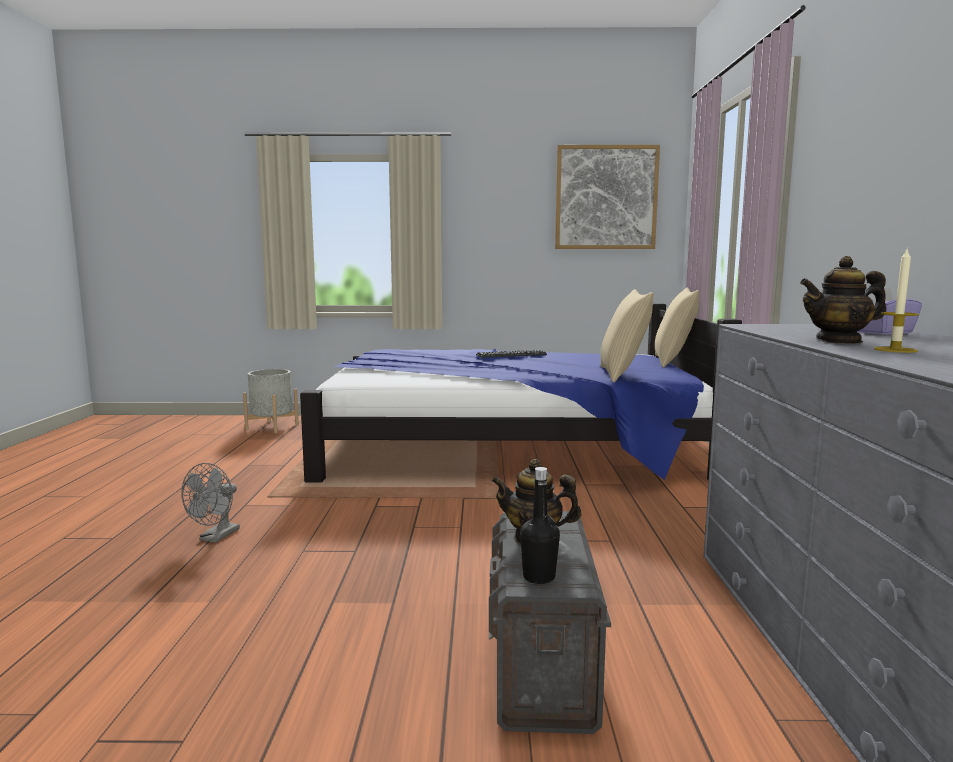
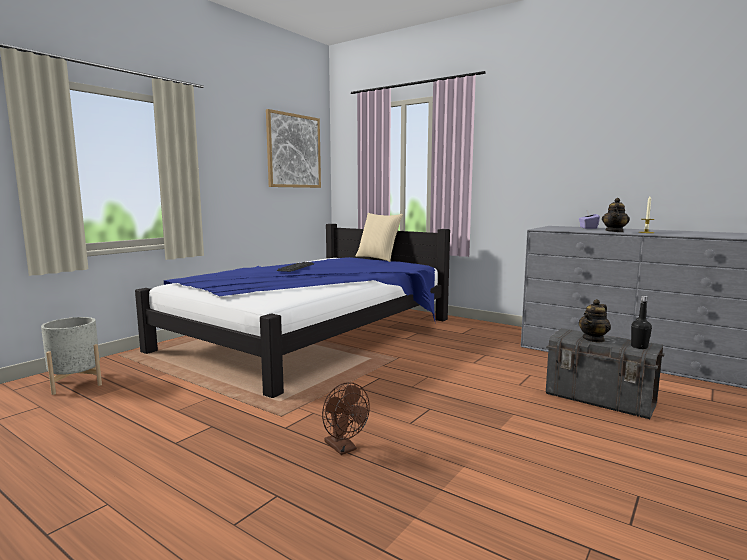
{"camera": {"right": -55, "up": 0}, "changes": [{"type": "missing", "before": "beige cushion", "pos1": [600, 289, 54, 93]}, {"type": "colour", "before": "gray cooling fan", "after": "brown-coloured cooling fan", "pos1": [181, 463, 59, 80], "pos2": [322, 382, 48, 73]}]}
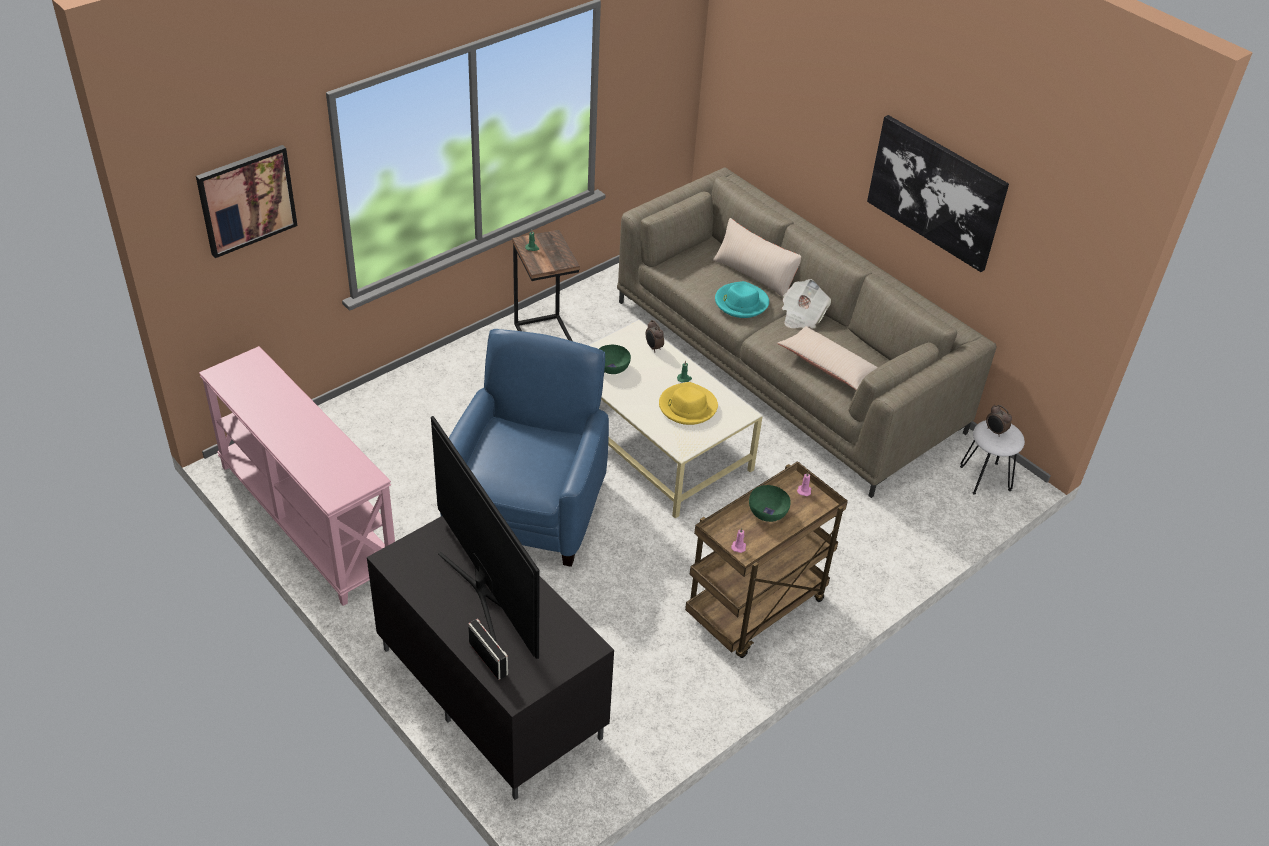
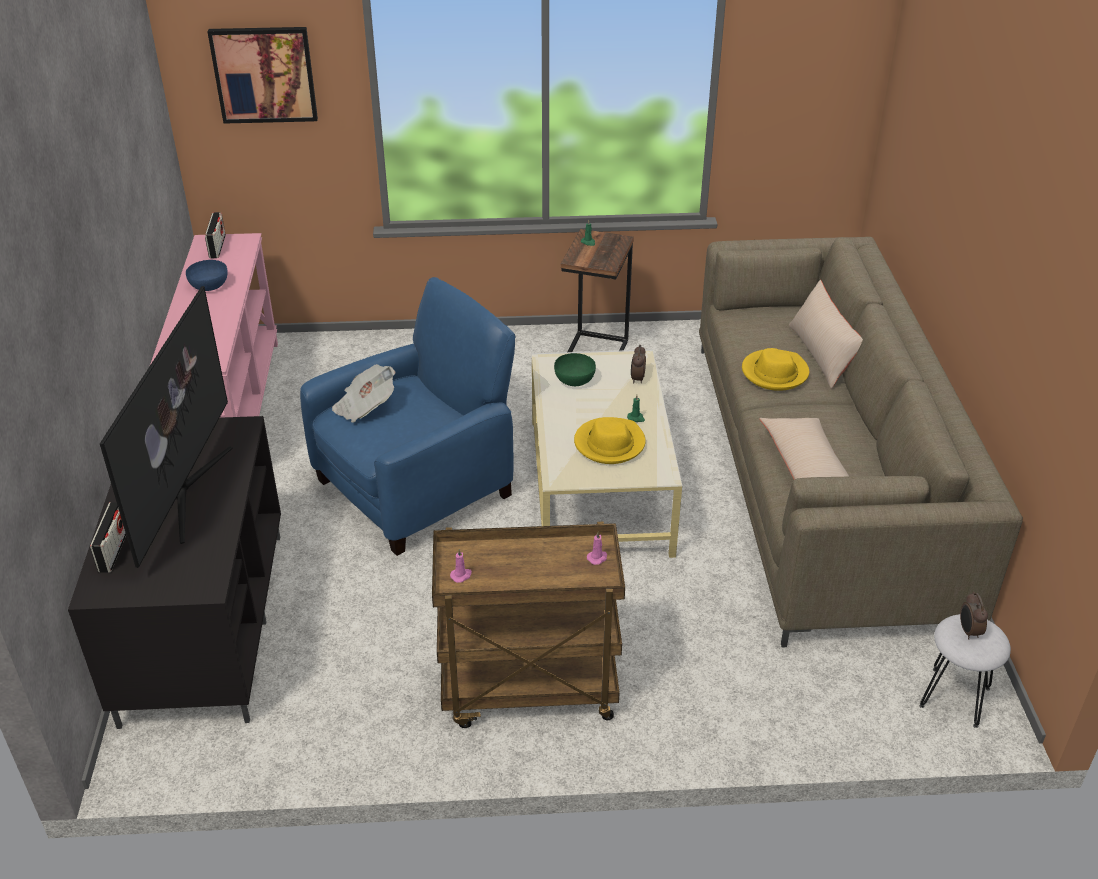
{"camera": {"right": 40, "up": -5}, "changes": [{"type": "missing", "before": "wall picture", "pos1": [867, 115, 142, 157]}, {"type": "relocated", "before": "daily paper", "pos1": [782, 279, 49, 50], "pos2": [332, 364, 64, 59]}, {"type": "colour", "before": "turquoise-coloured wearable hat", "after": "yellow-coloured wearable hat", "pos1": [715, 281, 54, 37], "pos2": [742, 348, 67, 43]}, {"type": "missing", "before": "greenish serving bowl", "pos1": [749, 485, 42, 37]}, {"type": "appeared", "after": "radio set", "pos2": [205, 212, 21, 46]}, {"type": "appeared", "after": "blue-coloured serving bowl", "pos2": [186, 260, 42, 31]}]}
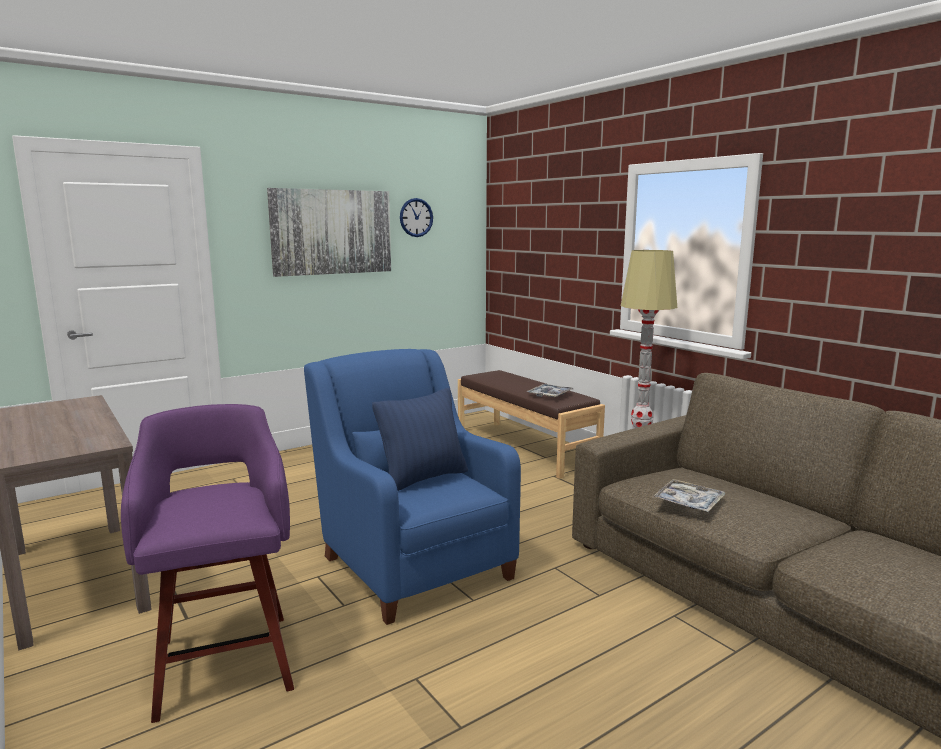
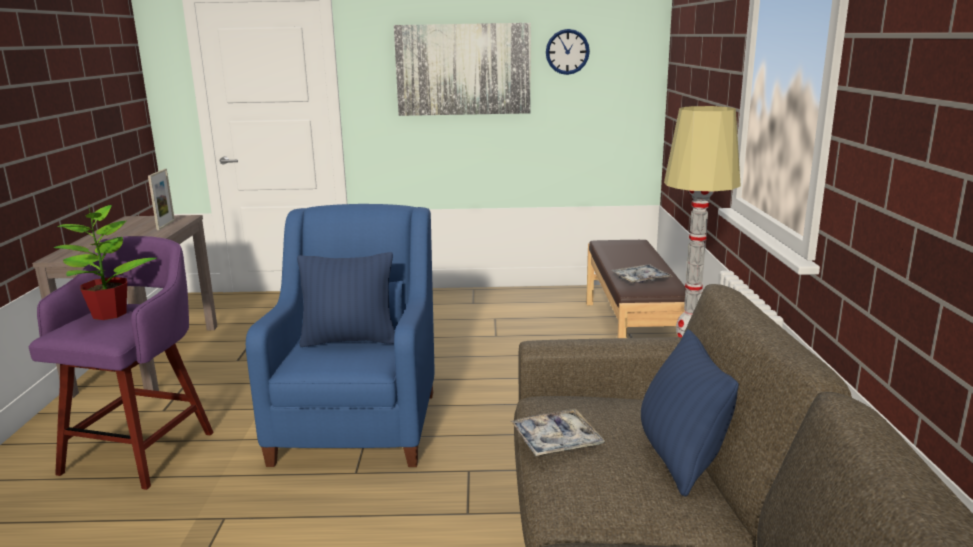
{"camera": {"right": 35, "up": 5}, "changes": [{"type": "appeared", "after": "photo frame", "pos2": [148, 169, 27, 61]}, {"type": "appeared", "after": "houseplant", "pos2": [54, 205, 103, 115]}, {"type": "appeared", "after": "blue-coloured cushion", "pos2": [641, 329, 98, 168]}]}
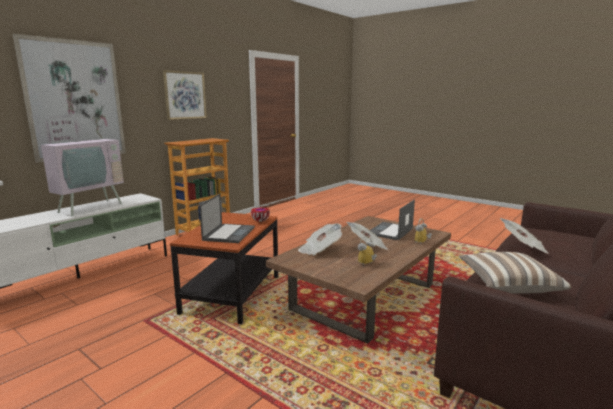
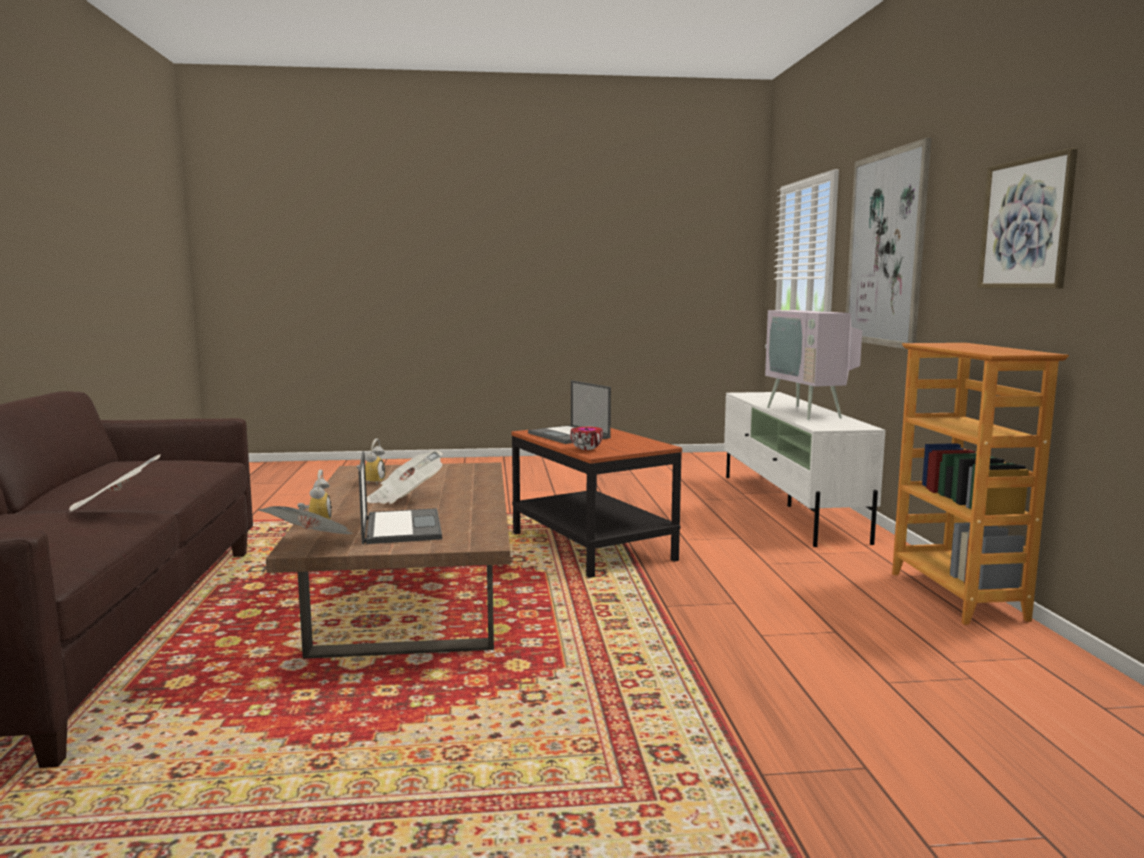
{"camera": {"right": 135, "up": -5}, "changes": [{"type": "relocated", "before": "daily paper", "pos1": [298, 223, 44, 33], "pos2": [258, 506, 95, 28]}, {"type": "missing", "before": "cushion", "pos1": [459, 252, 113, 42]}]}
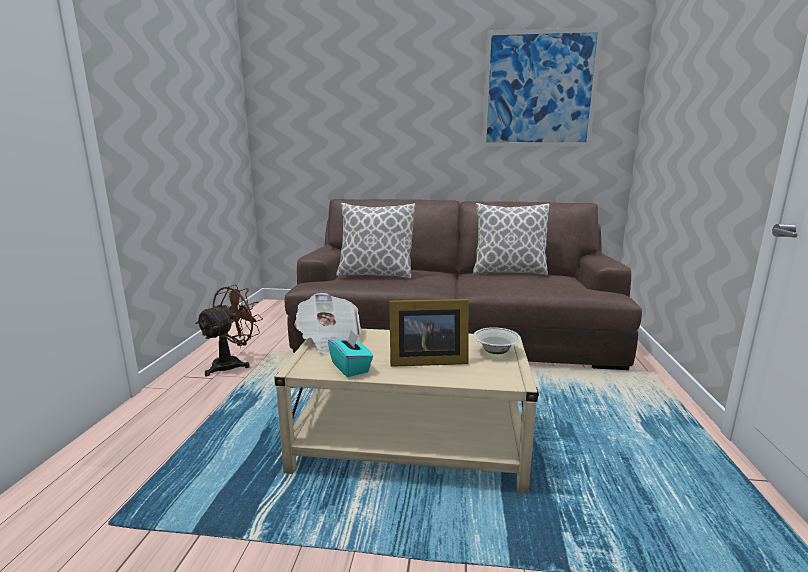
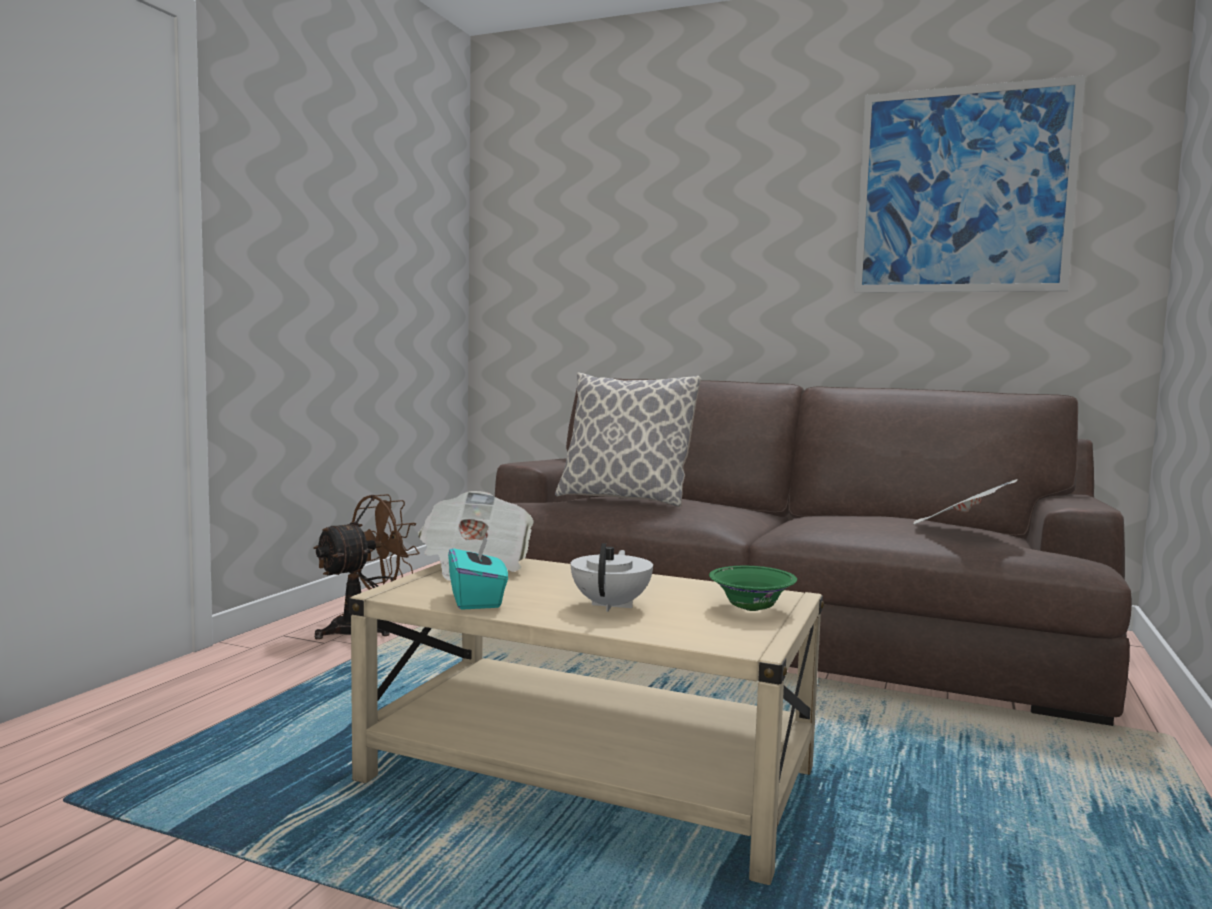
{"camera": {"right": 15, "up": -10}, "changes": [{"type": "missing", "before": "cushion", "pos1": [473, 203, 76, 72]}, {"type": "exchanged", "before": "photo frame", "after": "whitish pot for tea", "pos1": [389, 299, 80, 68], "pos2": [571, 543, 82, 69]}, {"type": "colour", "before": "whitish serving bowl", "after": "greenish serving bowl", "pos1": [474, 327, 47, 27], "pos2": [709, 566, 88, 45]}, {"type": "appeared", "after": "daily paper", "pos2": [913, 479, 105, 46]}]}
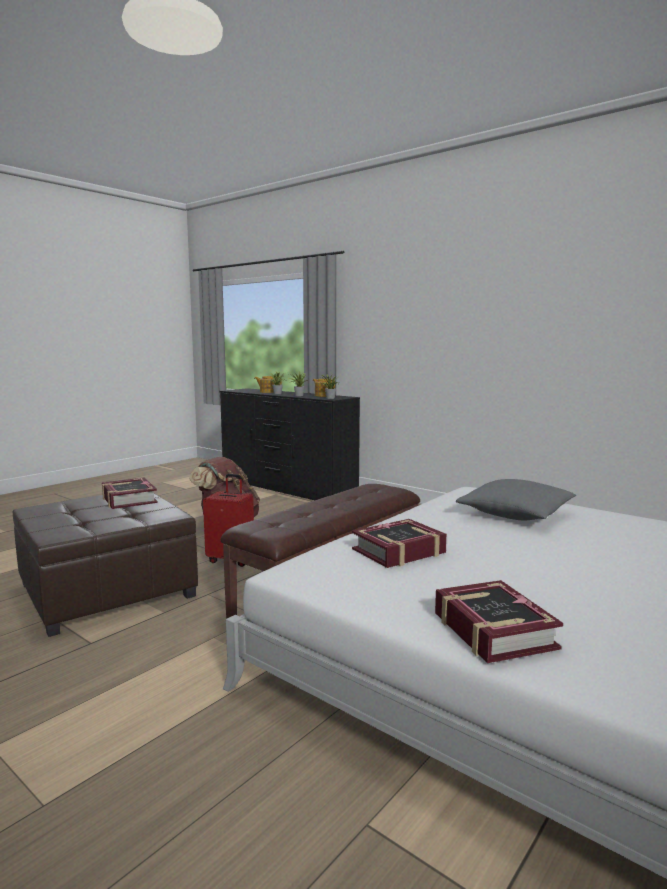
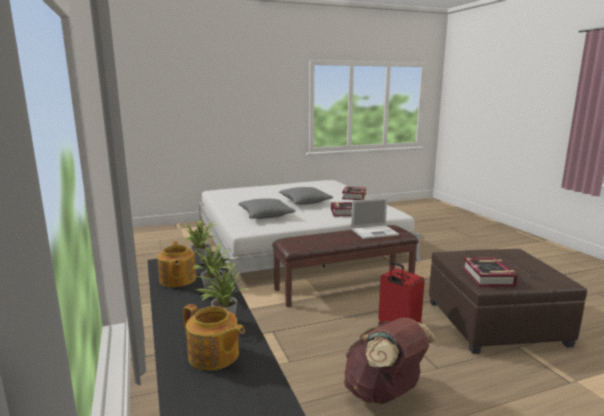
{"camera": {"right": -150, "up": 5}, "changes": [{"type": "appeared", "after": "gray cushion", "pos2": [279, 187, 54, 18]}, {"type": "appeared", "after": "laptop", "pos2": [351, 198, 48, 41]}]}
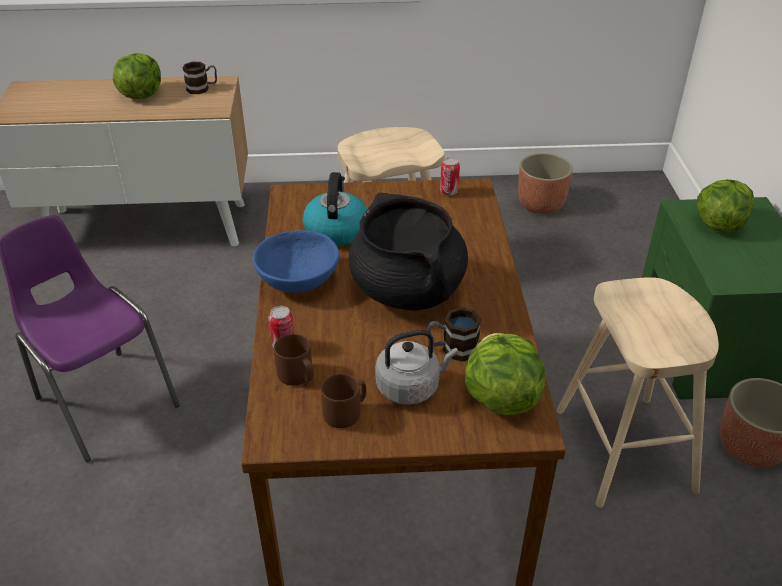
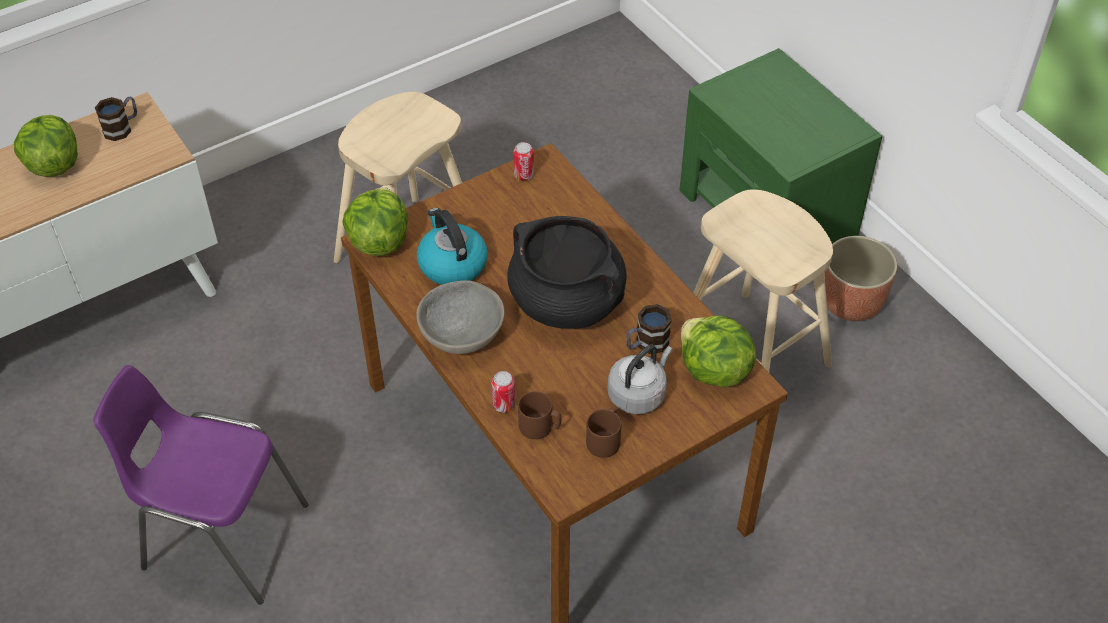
{"camera": {"right": -30, "up": 10}, "changes": [{"type": "missing", "before": "plant pot", "pos1": [518, 153, 55, 61]}, {"type": "relocated", "before": "head of lettuce", "pos1": [697, 179, 57, 53], "pos2": [342, 188, 66, 68]}, {"type": "colour", "before": "blue-coloured serving bowl", "after": "gray serving bowl", "pos1": [253, 230, 86, 63], "pos2": [416, 280, 89, 74]}]}
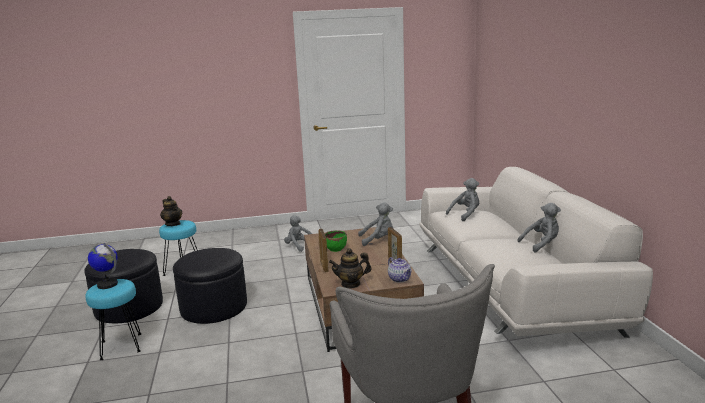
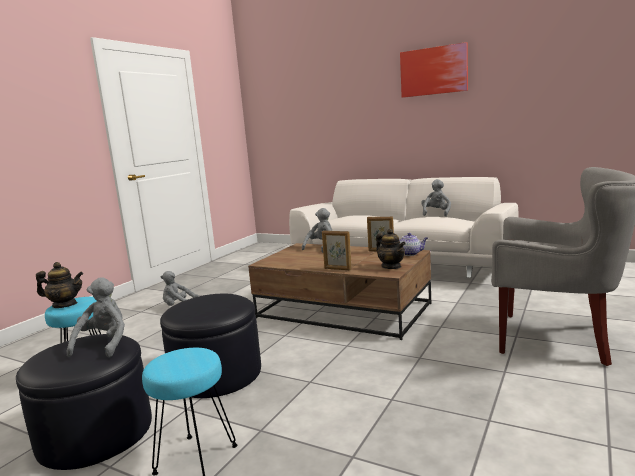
{"camera": {"right": -50, "up": -5}, "changes": [{"type": "relocated", "before": "gray cuddly toy", "pos1": [446, 178, 33, 43], "pos2": [67, 277, 58, 80]}, {"type": "missing", "before": "greenish serving bowl", "pos1": [325, 230, 22, 22]}, {"type": "missing", "before": "desk globe", "pos1": [88, 243, 30, 46]}, {"type": "spun", "before": "pot for tea", "pos1": [329, 248, 42, 41], "pos2": [376, 229, 30, 40], "turn": -60}, {"type": "appeared", "after": "wall picture", "pos2": [400, 42, 68, 56]}]}
